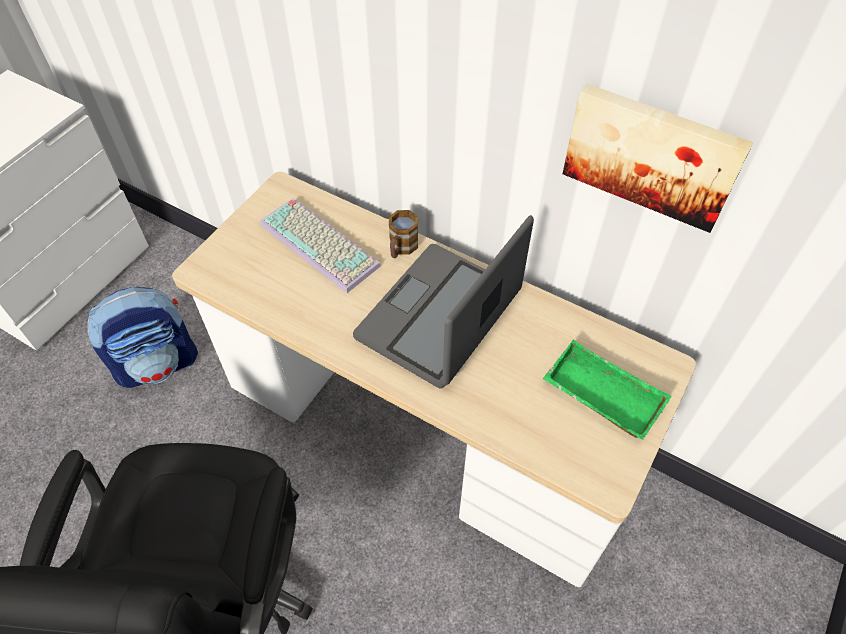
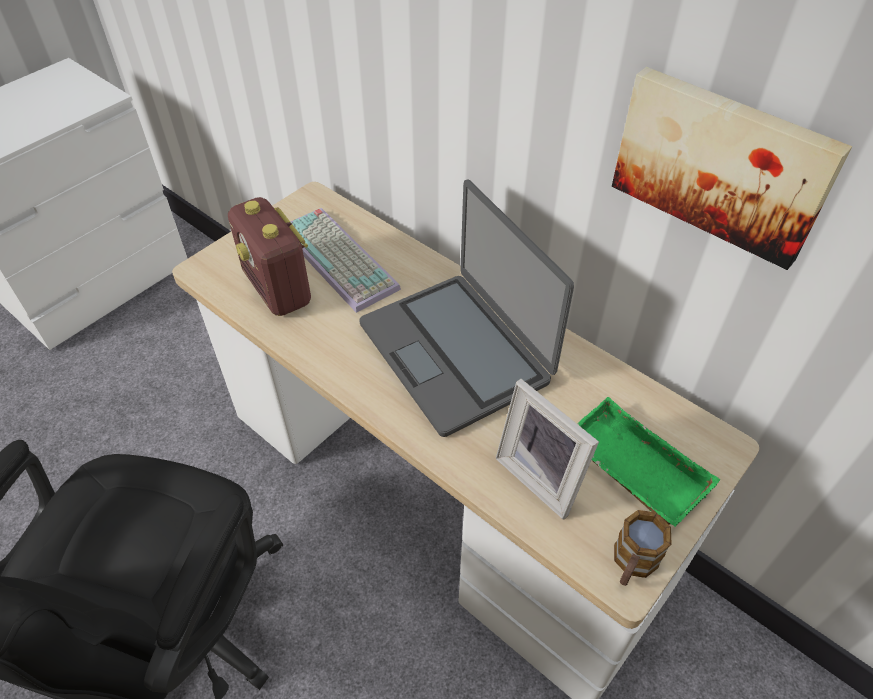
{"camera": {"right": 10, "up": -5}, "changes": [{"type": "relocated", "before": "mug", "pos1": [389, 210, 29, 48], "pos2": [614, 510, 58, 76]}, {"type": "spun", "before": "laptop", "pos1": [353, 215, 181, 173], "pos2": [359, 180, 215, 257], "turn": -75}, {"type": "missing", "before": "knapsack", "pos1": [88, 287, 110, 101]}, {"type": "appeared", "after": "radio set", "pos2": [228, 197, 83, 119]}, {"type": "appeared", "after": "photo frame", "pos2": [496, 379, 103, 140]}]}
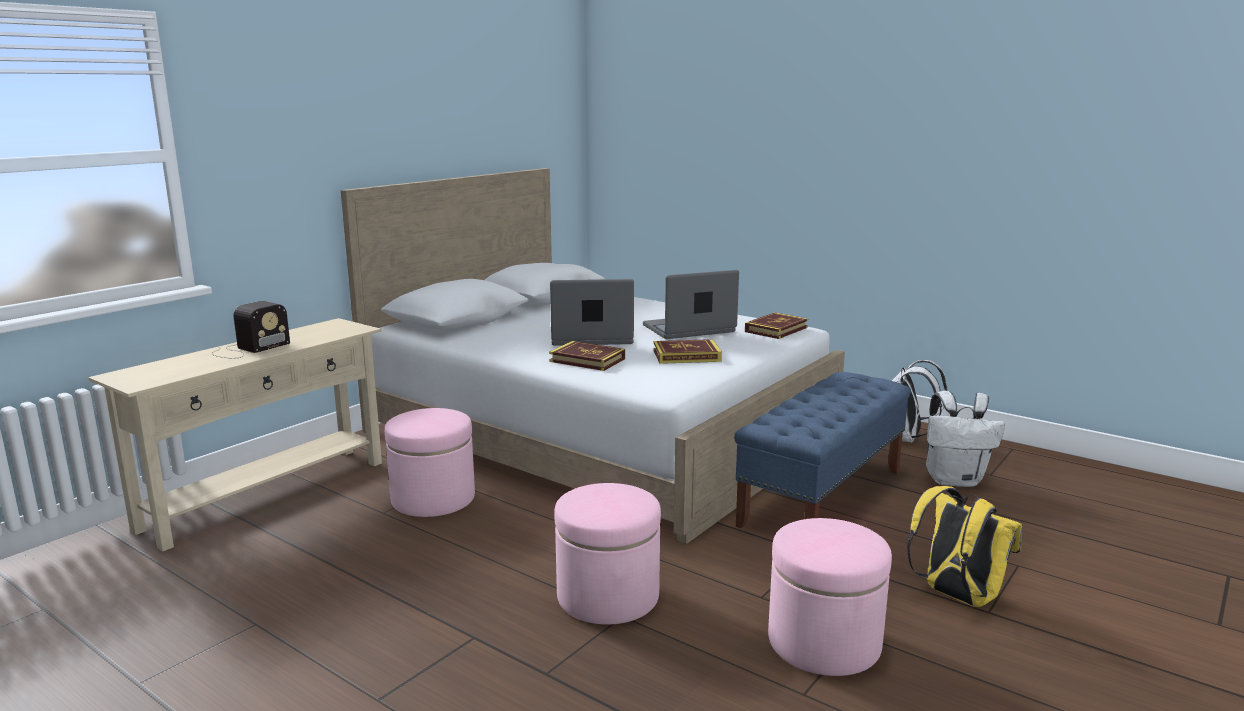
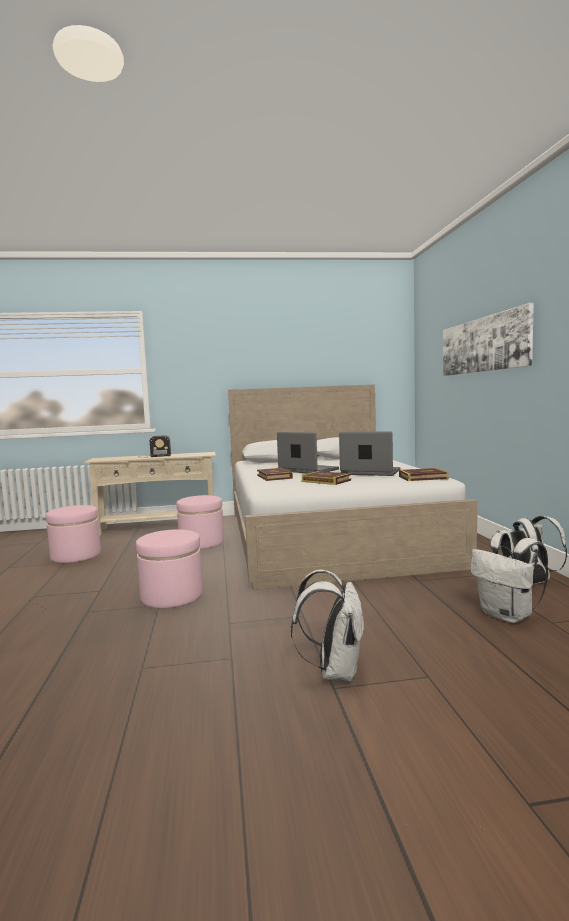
{"camera": {"right": 45, "up": -10}, "changes": [{"type": "missing", "before": "blue-coloured bench", "pos1": [734, 372, 177, 156]}, {"type": "colour", "before": "yellow-coloured knapsack", "after": "whitish knapsack", "pos1": [907, 486, 115, 121], "pos2": [291, 569, 74, 113]}, {"type": "relocated", "before": "pink-coloured ottoman", "pos1": [768, 518, 124, 158], "pos2": [46, 505, 55, 58]}, {"type": "appeared", "after": "wall picture", "pos2": [443, 303, 91, 73]}]}
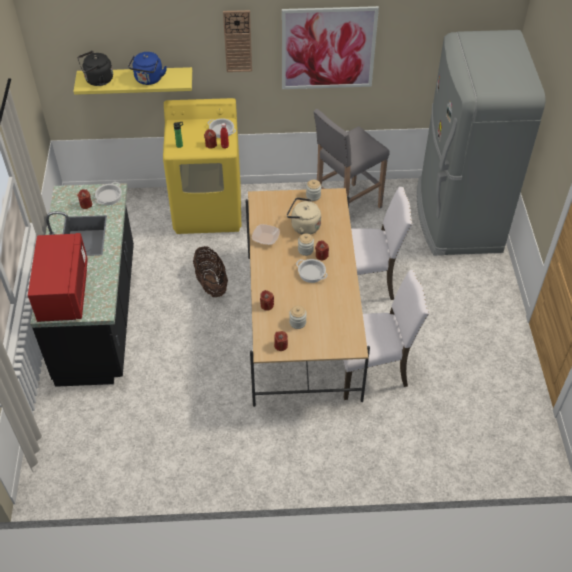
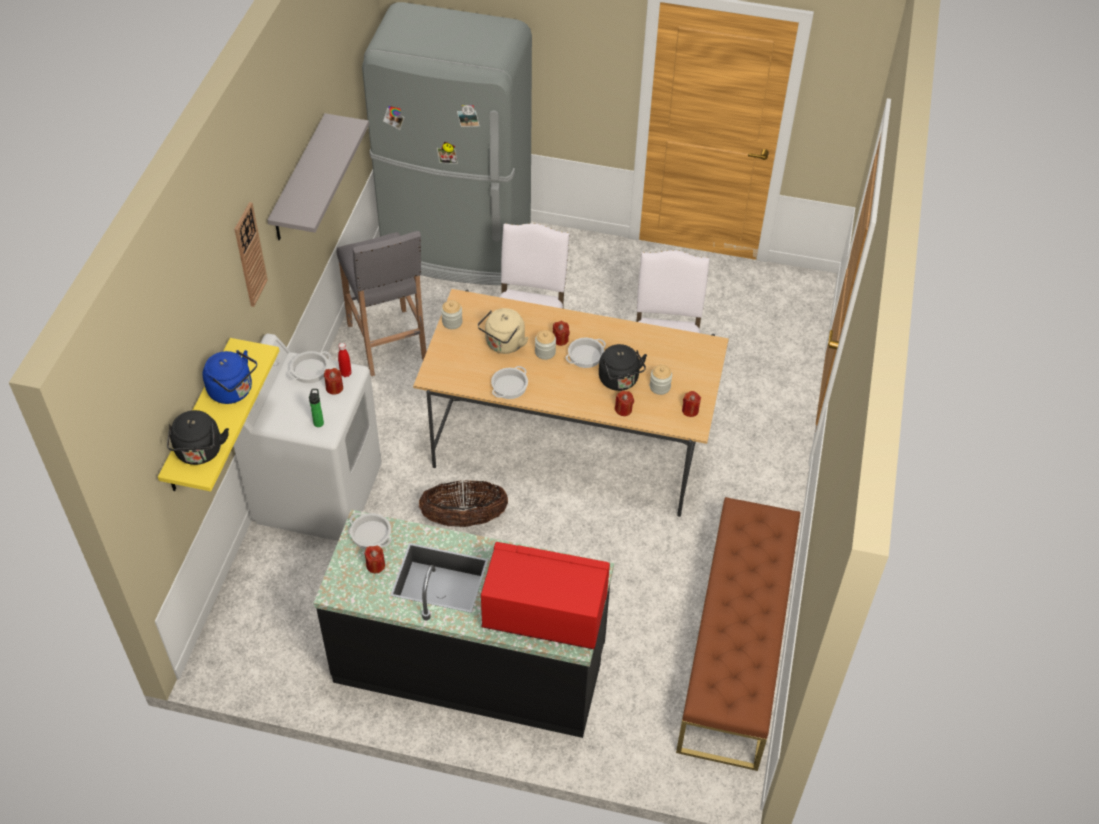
{"camera": {"right": -75, "up": 0}, "changes": [{"type": "exchanged", "before": "wall picture", "after": "gray shelf", "pos1": [282, 6, 97, 83], "pos2": [267, 113, 102, 127]}, {"type": "colour", "before": "yellow-coloured laundry appliance", "after": "whitish laundry appliance", "pos1": [163, 98, 78, 136], "pos2": [234, 334, 147, 207]}, {"type": "exchanged", "before": "serving bowl", "after": "saucepot", "pos1": [252, 224, 28, 21], "pos2": [491, 366, 37, 33]}, {"type": "appeared", "after": "black-coloured tea kettle", "pos2": [599, 344, 48, 47]}, {"type": "appeared", "after": "brown-coloured bench", "pos2": [676, 497, 124, 274]}]}
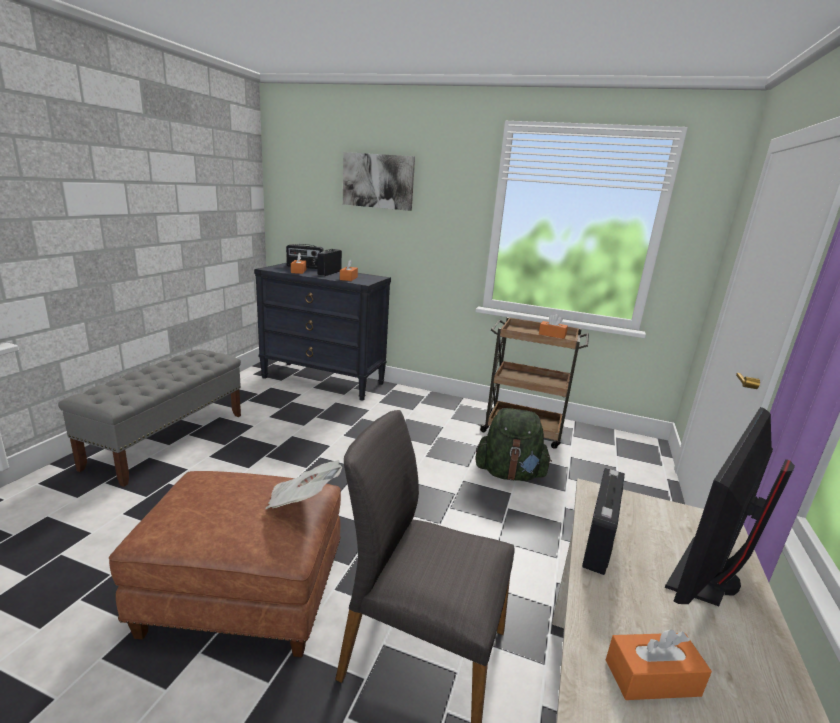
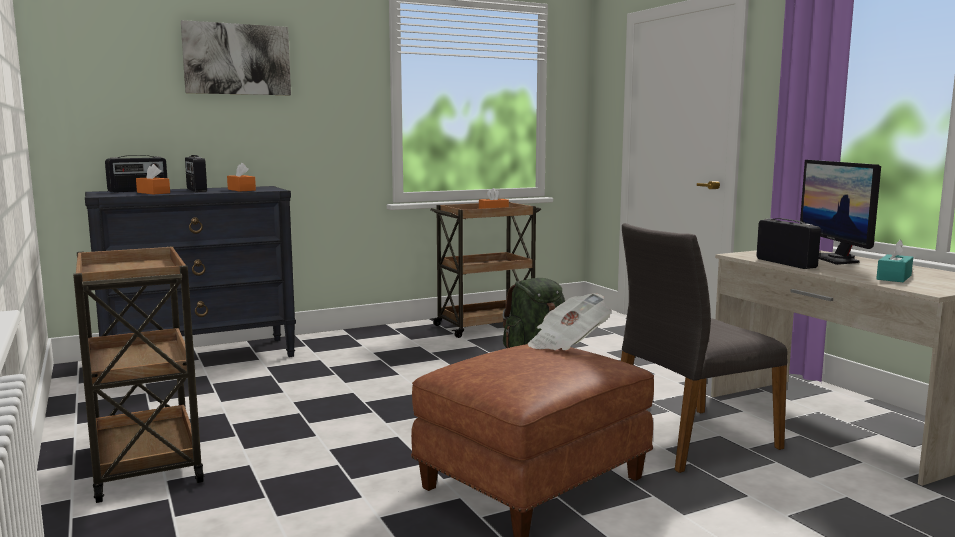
{"camera": {"right": -45, "up": -10}, "changes": [{"type": "exchanged", "before": "gray bench", "after": "brown-coloured trolley", "pos1": [58, 349, 183, 138], "pos2": [73, 246, 131, 257]}, {"type": "colour", "before": "orangey tissue box", "after": "turquoise-coloured tissue box", "pos1": [606, 629, 106, 71], "pos2": [876, 240, 37, 42]}]}
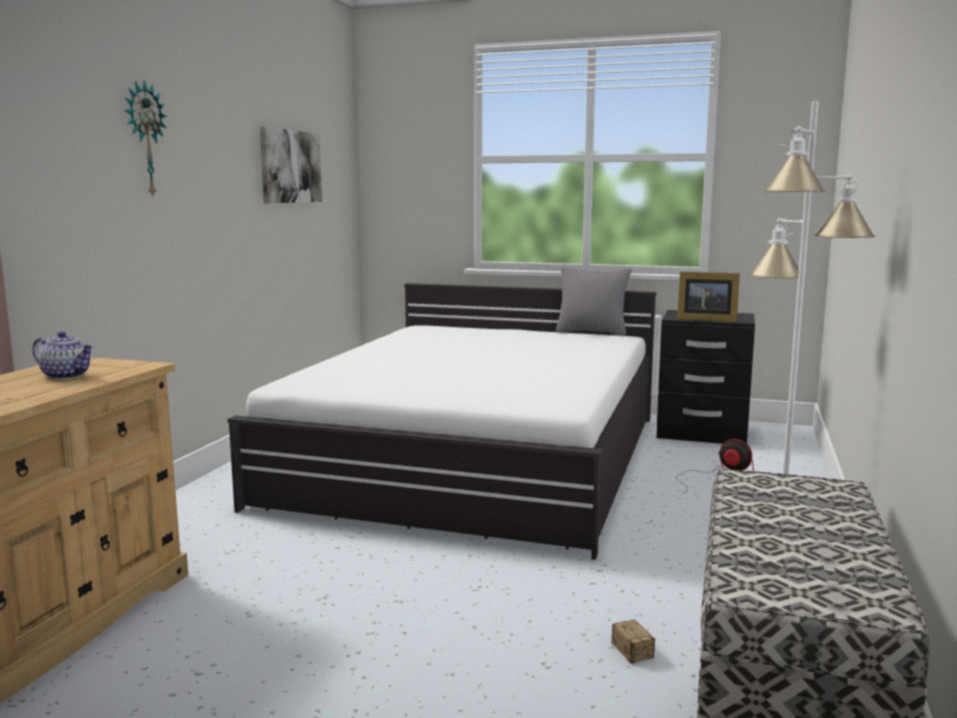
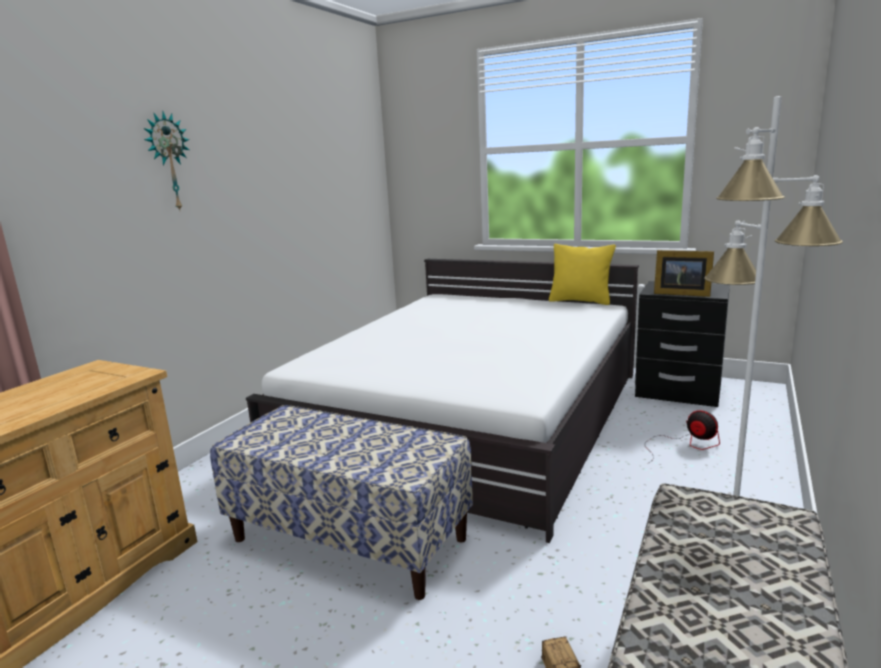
{"camera": {"right": 10, "up": 5}, "changes": [{"type": "missing", "before": "wall picture", "pos1": [260, 126, 62, 77]}, {"type": "colour", "before": "gray cushion", "after": "yellow-coloured cushion", "pos1": [556, 267, 75, 69], "pos2": [549, 244, 67, 61]}, {"type": "missing", "before": "pot for tea", "pos1": [32, 331, 62, 48]}, {"type": "appeared", "after": "bench", "pos2": [210, 405, 263, 195]}]}
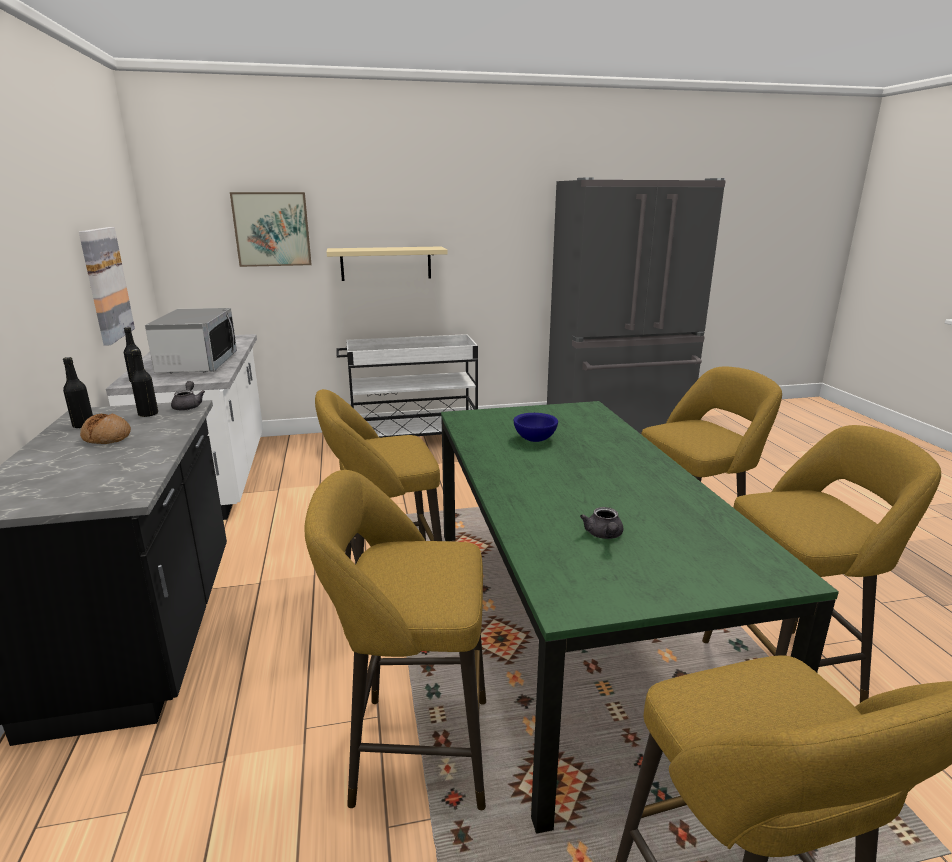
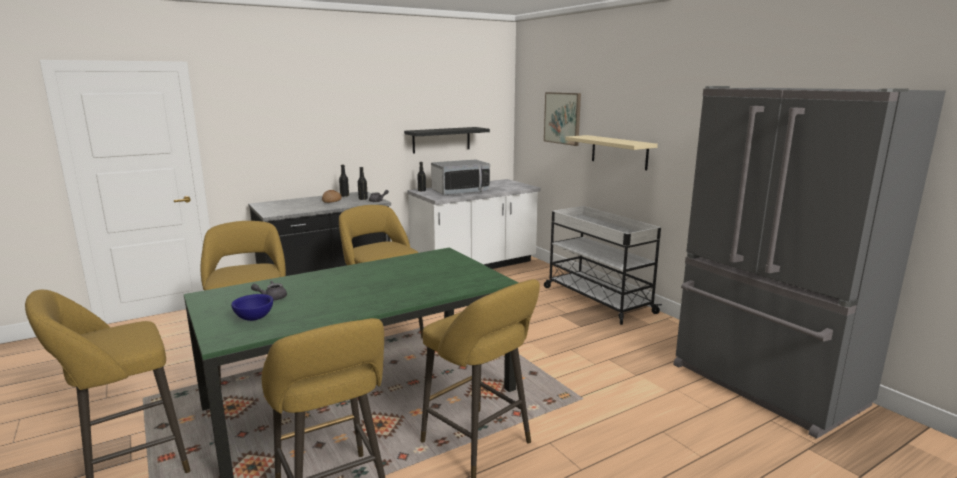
{"camera": {"right": 70, "up": -5}, "changes": [{"type": "exchanged", "before": "wall picture", "after": "black-coloured shelf", "pos1": [79, 227, 56, 119], "pos2": [404, 127, 86, 27]}, {"type": "relocated", "before": "blue-coloured serving bowl", "pos1": [514, 413, 44, 29], "pos2": [231, 294, 42, 27]}]}
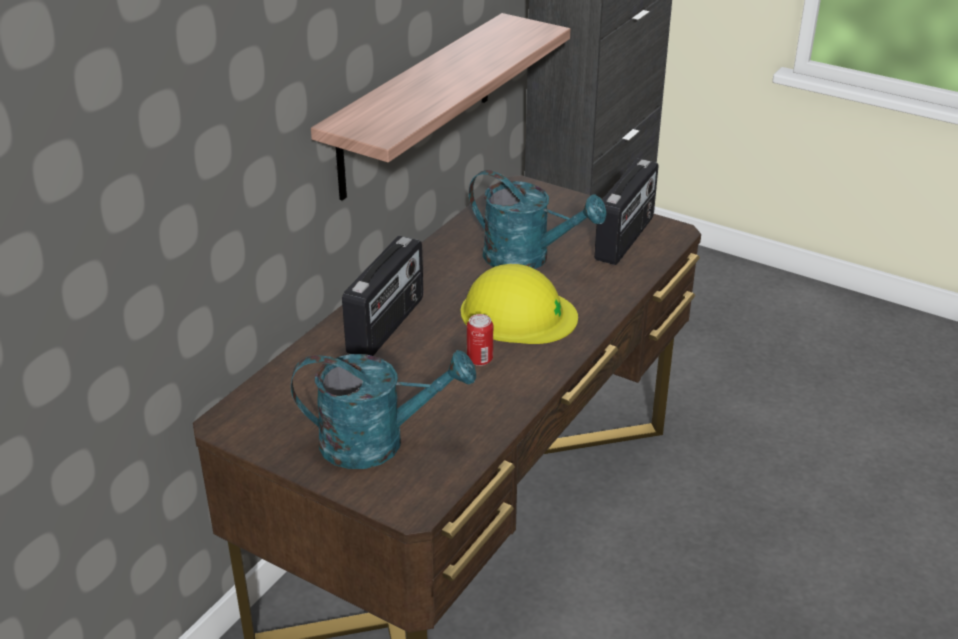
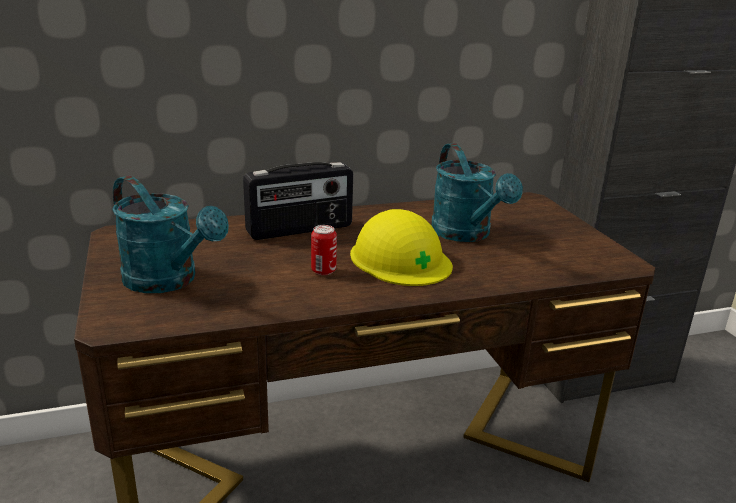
{"camera": {"right": 40, "up": -10}, "changes": [{"type": "missing", "before": "shelf", "pos1": [311, 13, 259, 187]}, {"type": "missing", "before": "radio set", "pos1": [594, 159, 64, 106]}]}
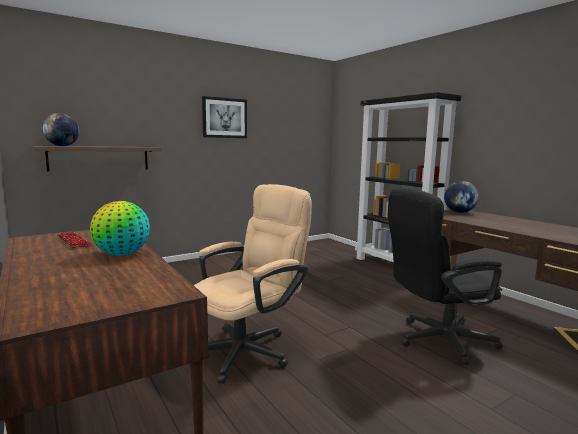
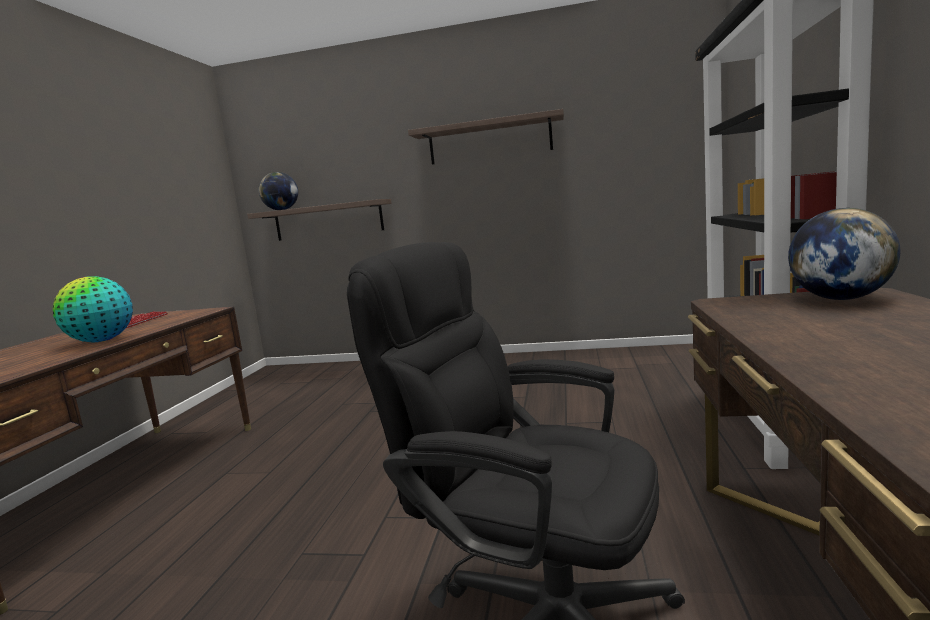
{"camera": {"right": 45, "up": 0}, "changes": [{"type": "exchanged", "before": "wall picture", "after": "shelf", "pos1": [202, 96, 45, 42], "pos2": [408, 109, 156, 56]}, {"type": "missing", "before": "beige computer chair", "pos1": [194, 184, 118, 200]}]}
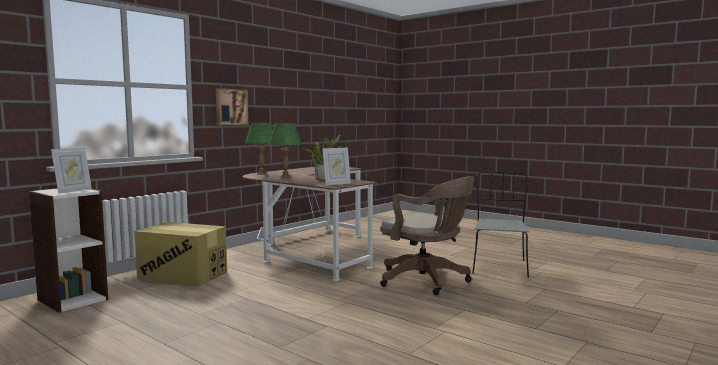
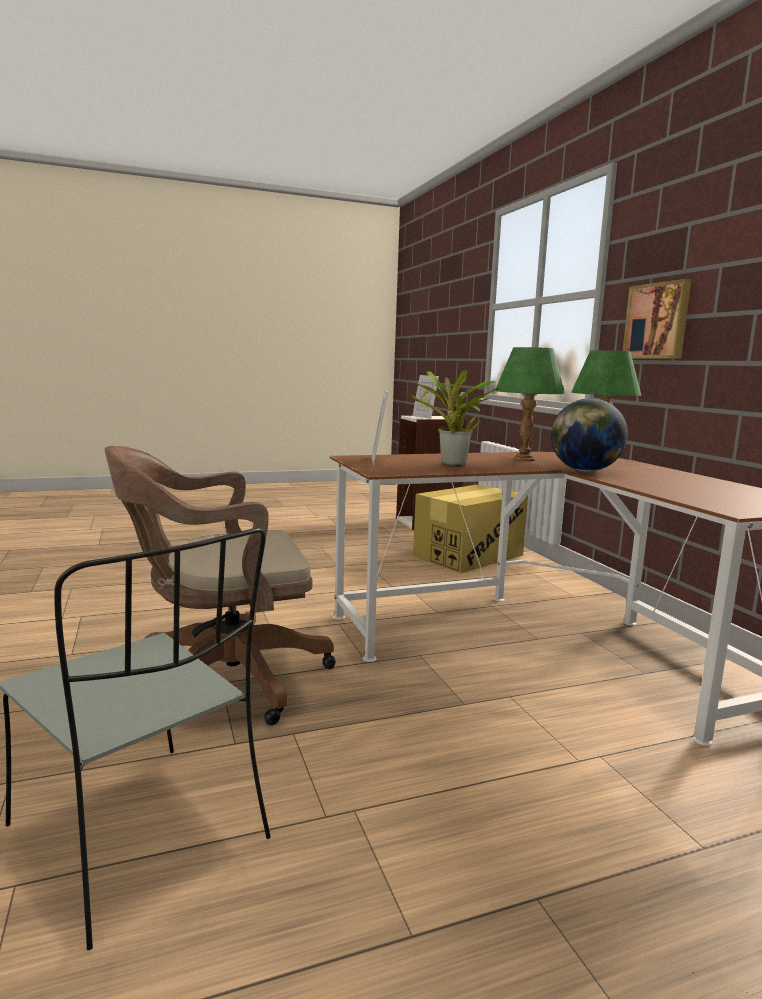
{"camera": {"right": 120, "up": 5}, "changes": [{"type": "appeared", "after": "desk globe", "pos2": [551, 398, 77, 73]}]}
